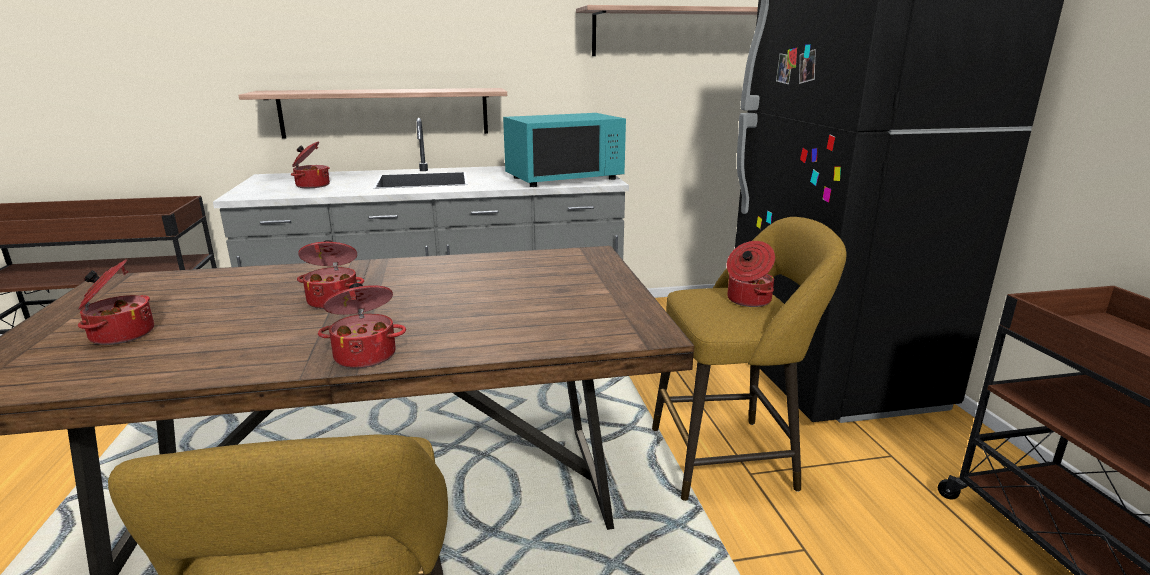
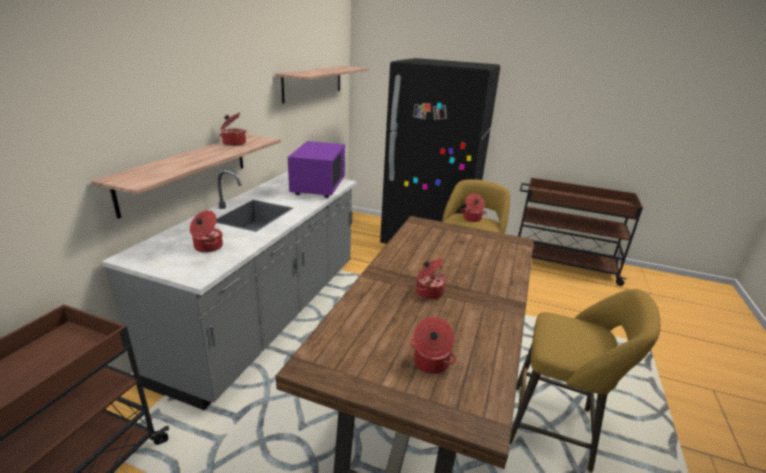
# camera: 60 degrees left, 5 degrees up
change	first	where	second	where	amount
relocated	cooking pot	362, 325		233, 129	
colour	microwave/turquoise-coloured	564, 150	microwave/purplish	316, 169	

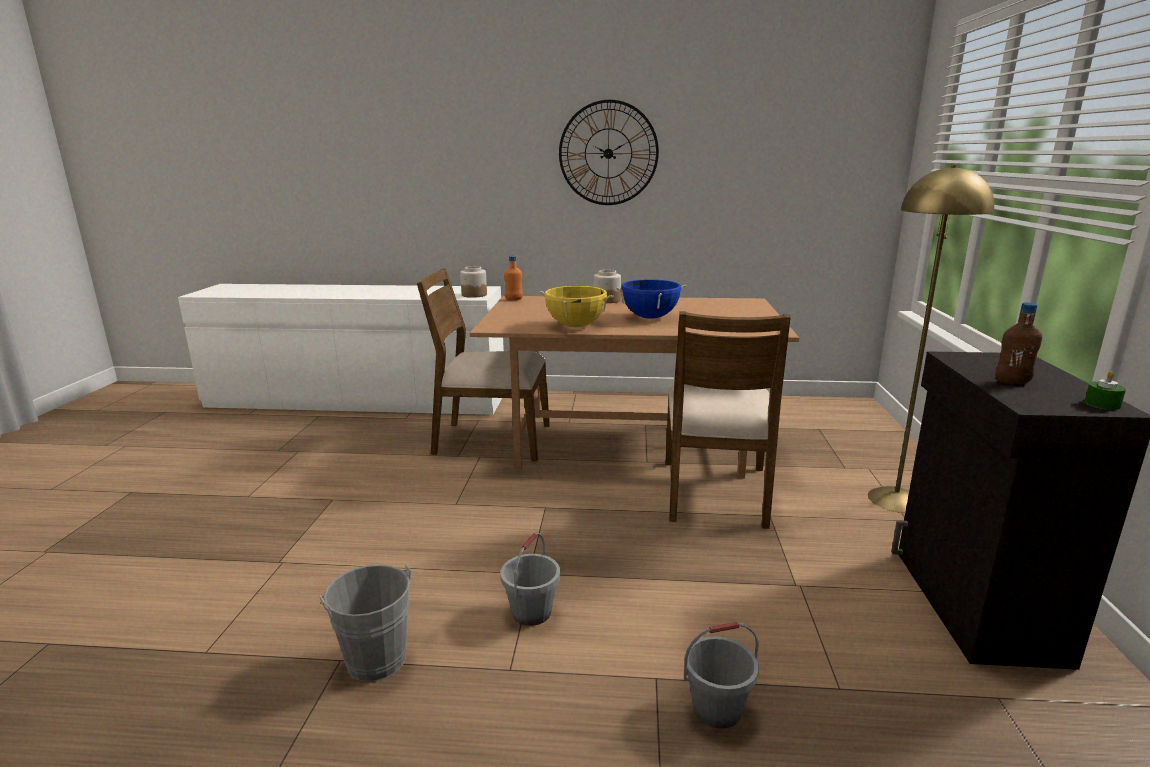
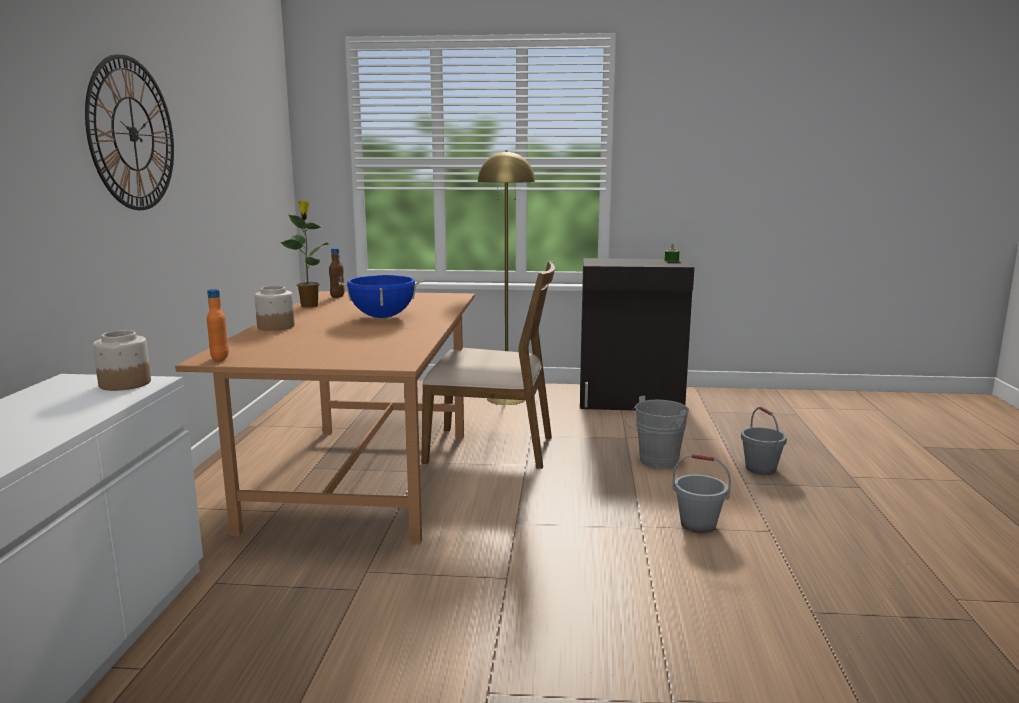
# camera: 90 degrees left, 5 degrees down
change	first	where	second	where	amount
missing	chair/brown-coloured	483, 364			
missing	cooking pot/yellow	576, 306			
appeared			houseplant	304, 254	
relocated	bucket/greyish	365, 623		657, 432	
relocated	beverage bottle/brown-coloured	1018, 343		337, 273	

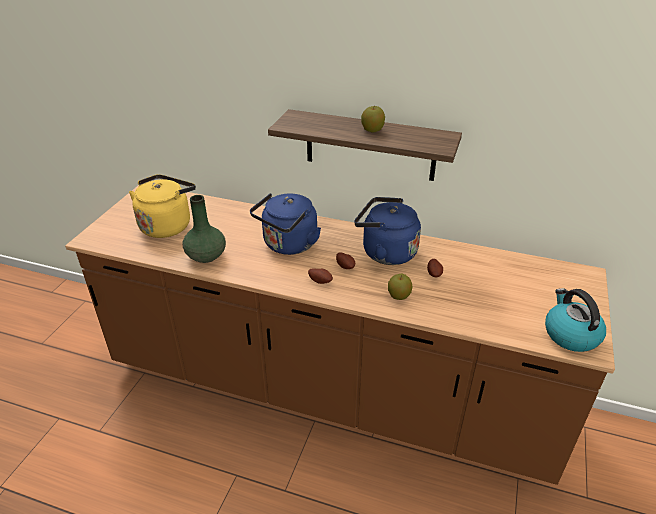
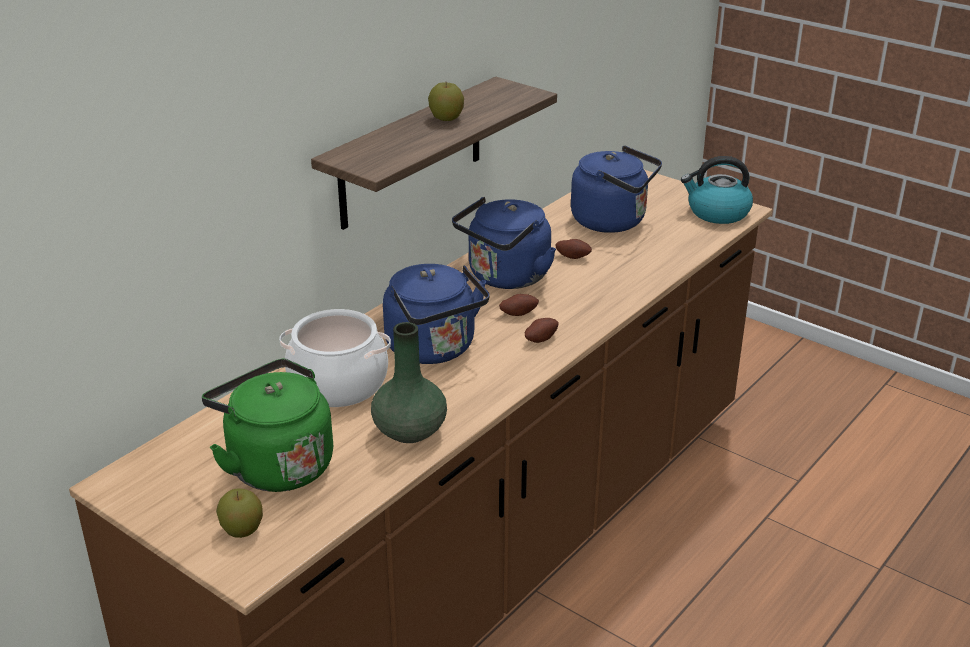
# camera: 70 degrees left, 5 degrees down
change	first	where	second	where	amount
appeared			cooking pot	335, 358	
appeared			kettle/bluish	616, 189	
relocated	whole apple	400, 287		239, 513	
colour	kettle/yellow	162, 206	kettle/greenish	267, 425	

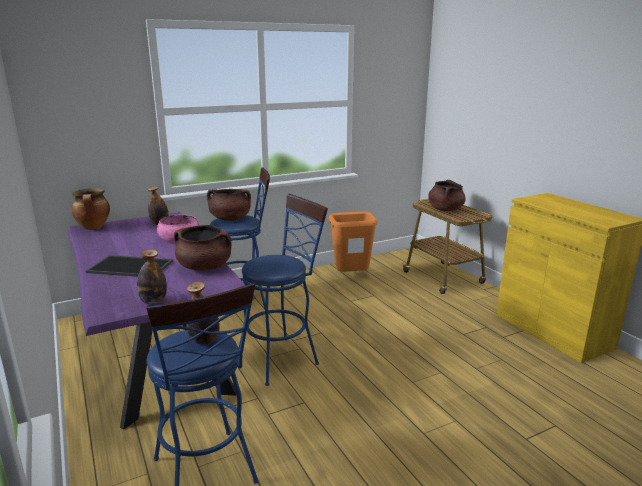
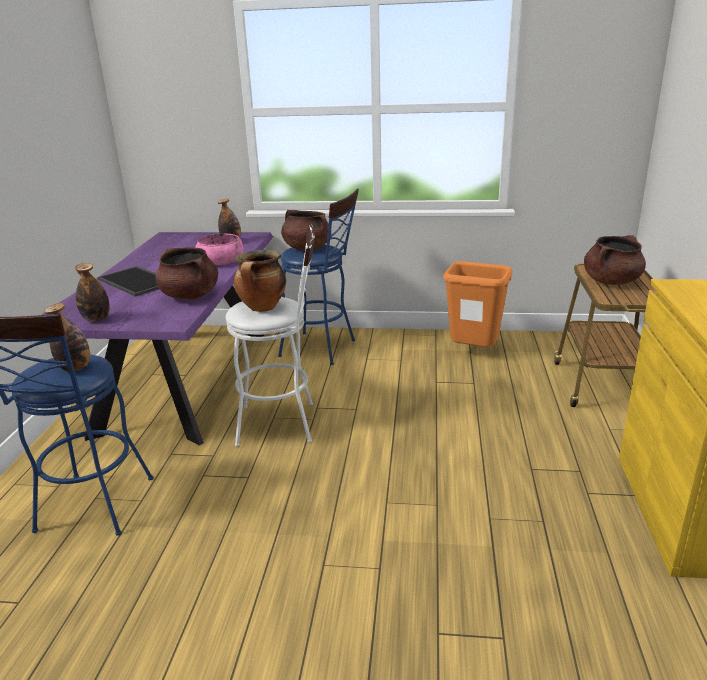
# camera: 35 degrees right, 5 degrees up
change	first	where	second	where	amount
relocated	cooking pot	90, 209		260, 281	
colour	stool seat/bluish	283, 290	stool seat/white-coloured	270, 335	

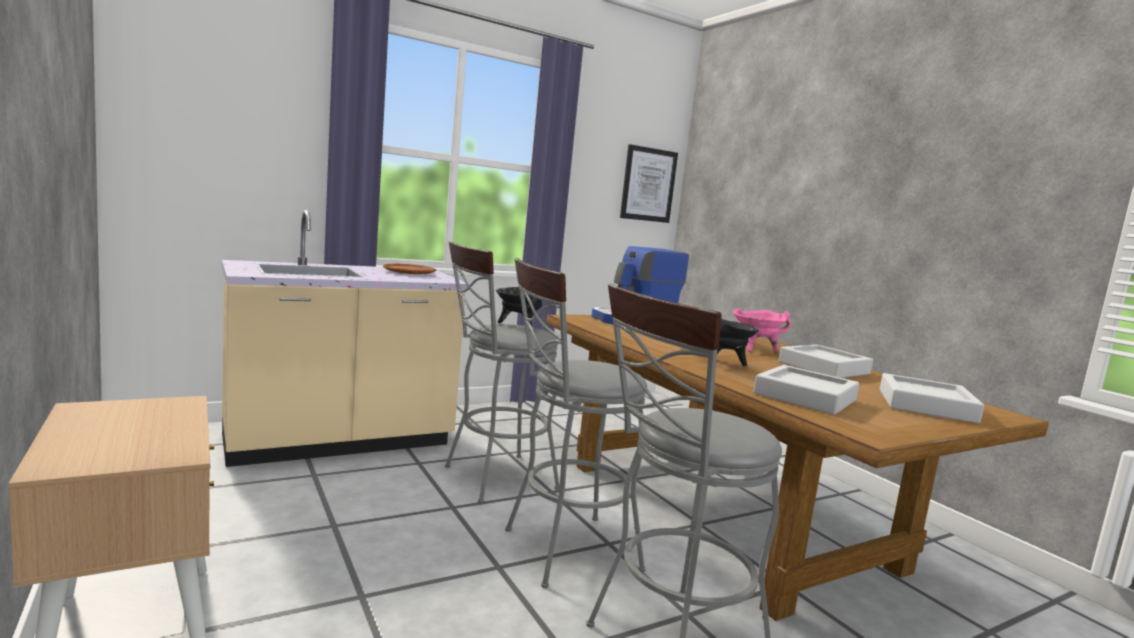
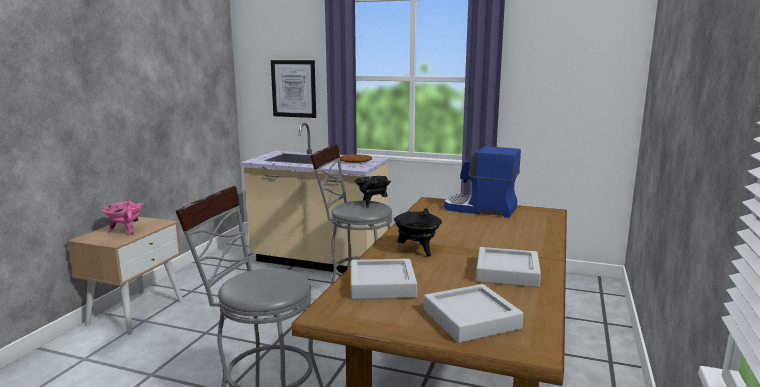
# camera: 50 degrees right, 5 degrees up
change	first	where	second	where	amount
missing	stool seat/greyish	576, 423			
relocated	picture	649, 183		293, 89	
relocated	cooking pot/pinkish	762, 330		123, 218	

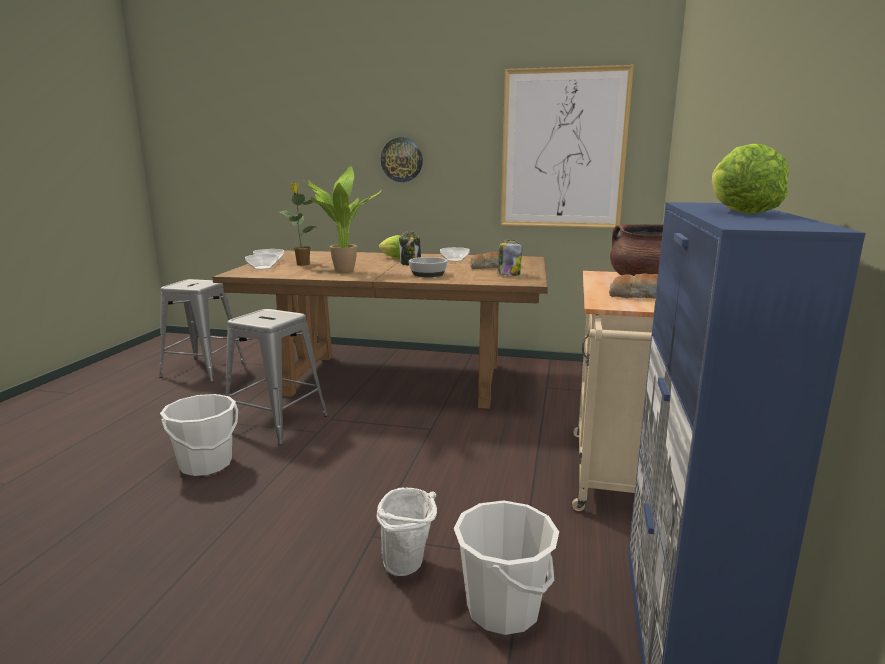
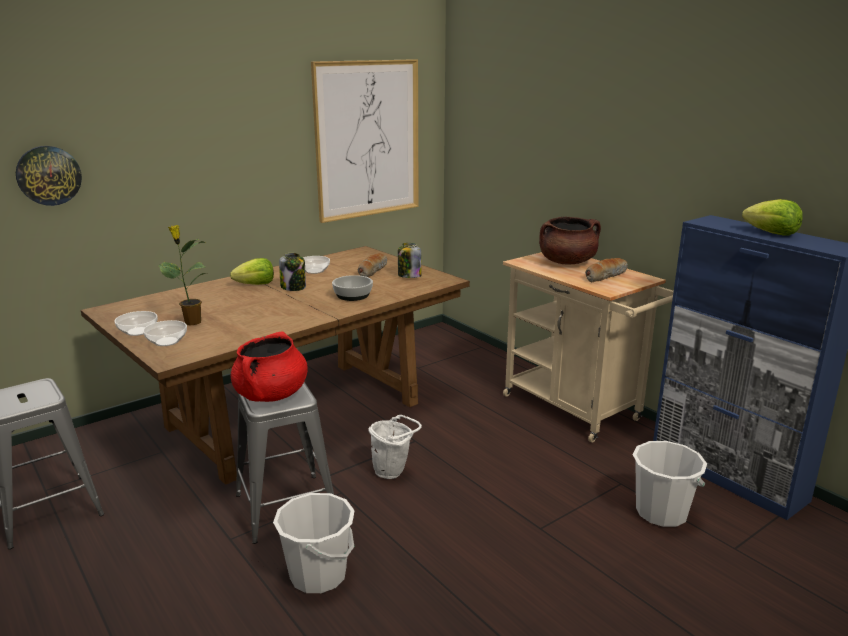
# camera: 50 degrees left, 5 degrees up
change	first	where	second	where	amount
missing	houseplant	343, 219			
appeared			cooking pot/reddish	269, 366	
relocated	bucket/white-coloured	407, 532		395, 447	
relocated	wall clock	402, 160		49, 176	

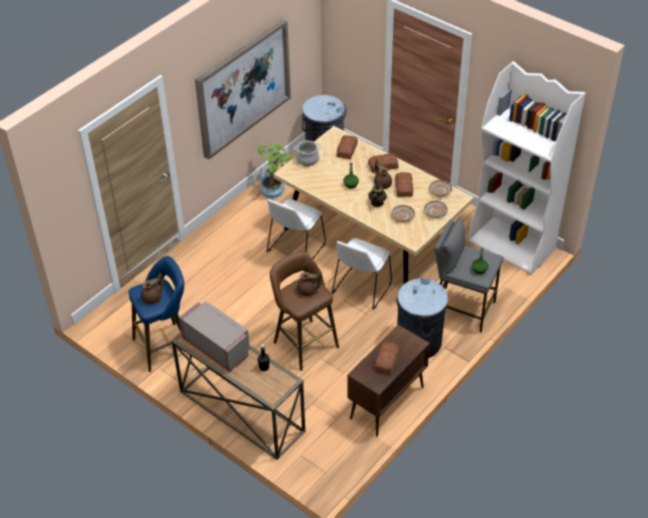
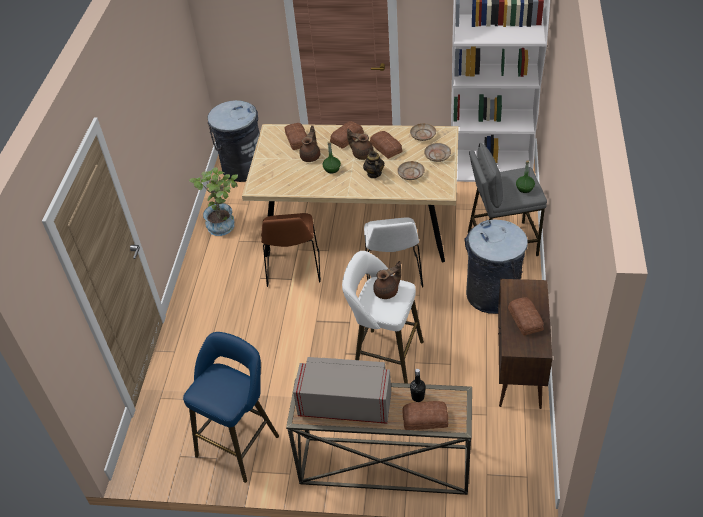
# camera: 30 degrees left, 0 degrees up
change	first	where	second	where	amount
missing	picture	243, 89			
missing	cooking pot	307, 153			
appeared			bread	425, 415	
relocated	pot for tea/brown-coloured	152, 288		309, 143	
colour	chair/white-coloured	296, 229	chair/brown-coloured	291, 250	
colour	stool seat/brown-coloured	304, 311	stool seat/white-coloured	383, 317	

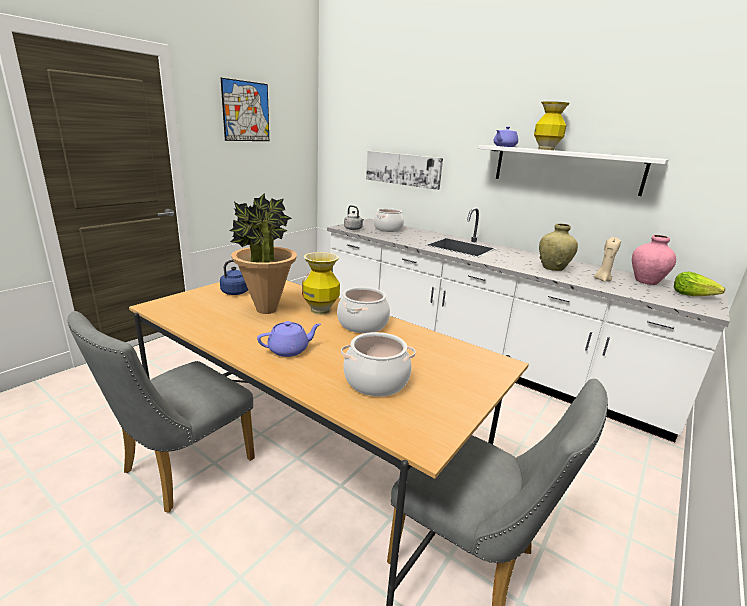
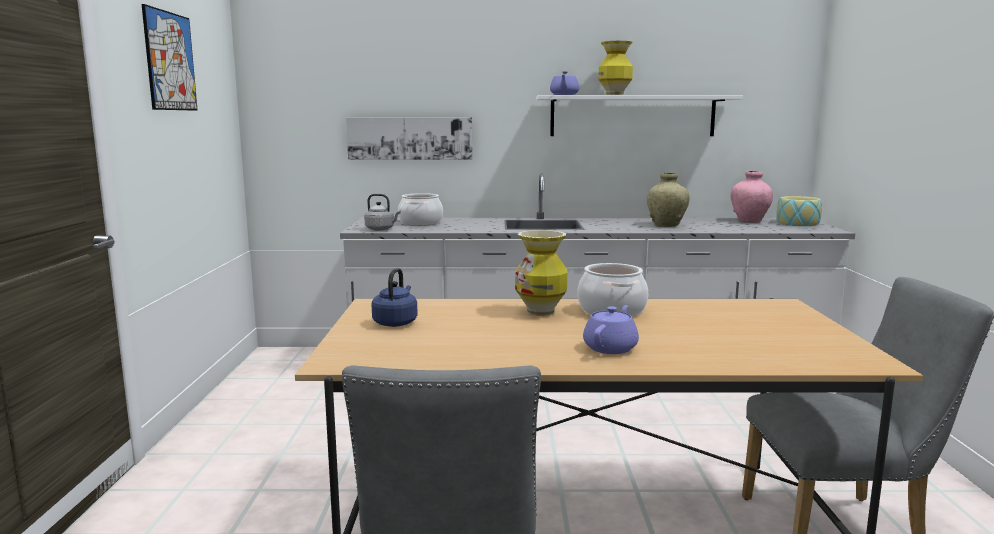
# camera: 35 degrees left, 10 degrees down
change	first	where	second	where	amount
missing	houseplant	263, 253			
missing	cooking pot	378, 364			
missing	wax light/sand-coloured	607, 259			
exchanged	lettuce	699, 283	deep dish	799, 211	

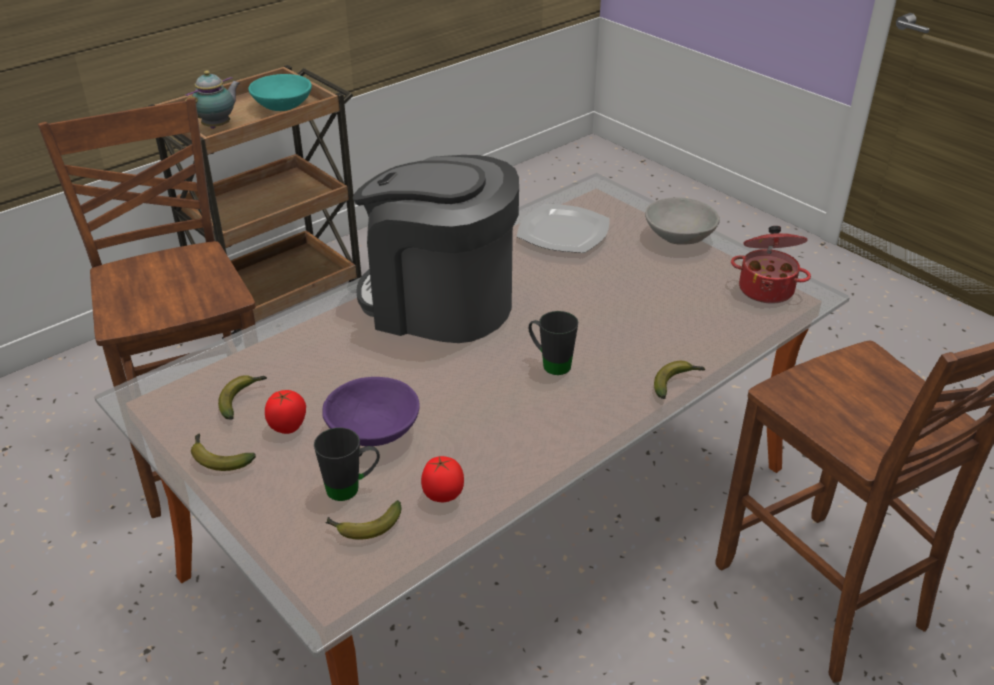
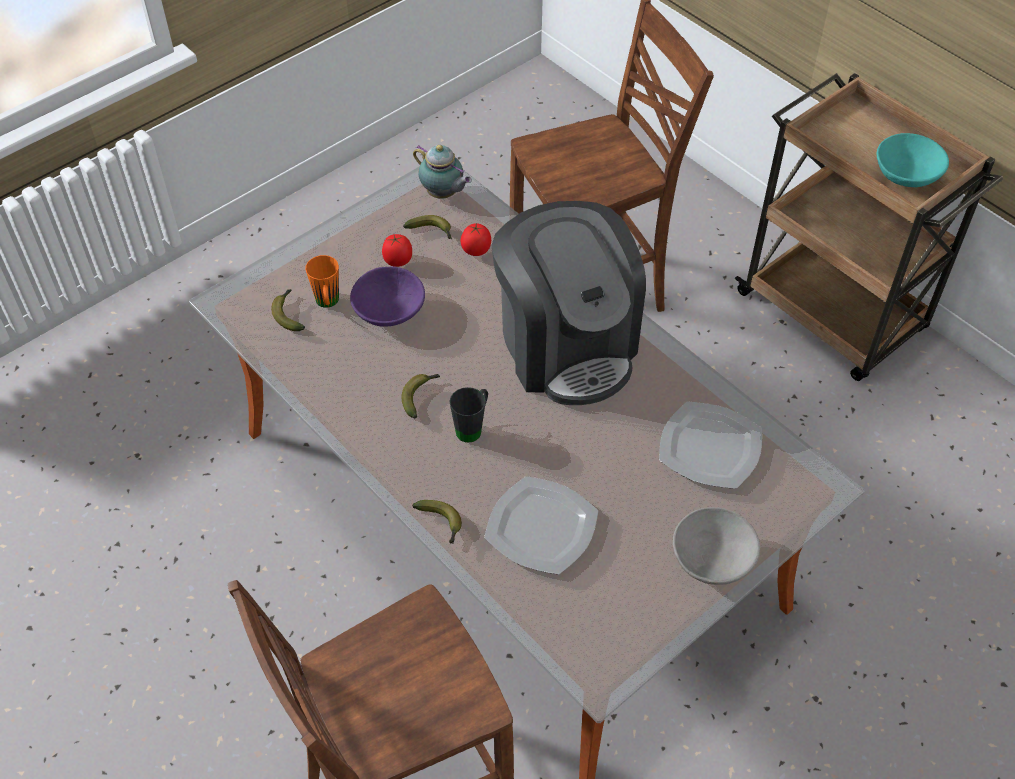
# camera: 90 degrees right, 15 degrees up
change	first	where	second	where	amount
missing	cooking pot	771, 264			
appeared			flat dish	541, 525	
relocated	pot for tea	212, 99		442, 172	
relocated	whole banana	223, 452		421, 396	
relocated	tomato	442, 479		475, 239	
colour	tea mug/blackish	347, 464	tea mug/orange-coloured	322, 281	
spun	coffee brewer	436, 249		568, 303	135 degrees clockwise

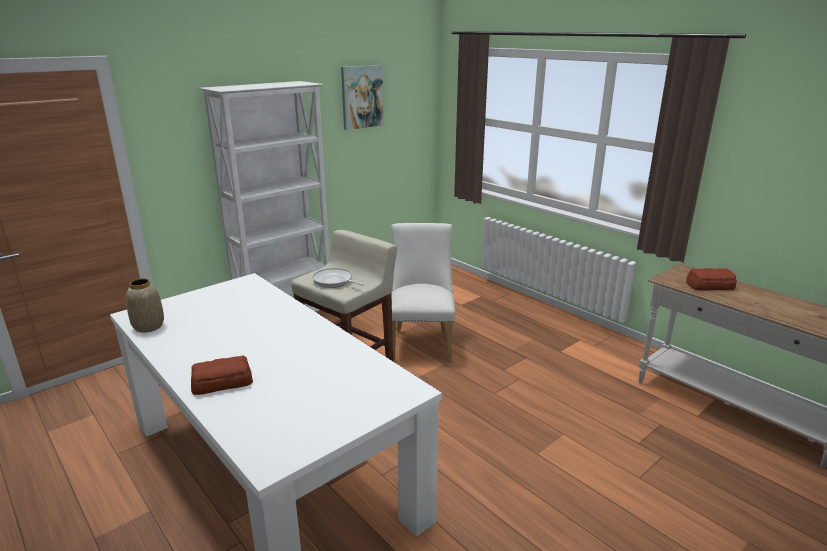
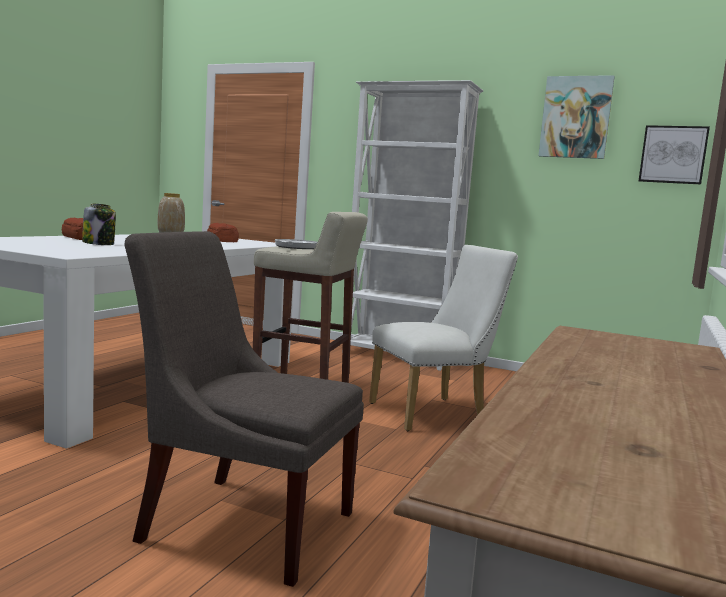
# camera: 65 degrees right, 15 degrees down
change	first	where	second	where	amount
appeared			preserve jar	99, 224	
appeared			chair/greyish	244, 409	
appeared			picture	674, 155	
relocated	bread	711, 279		223, 232	

